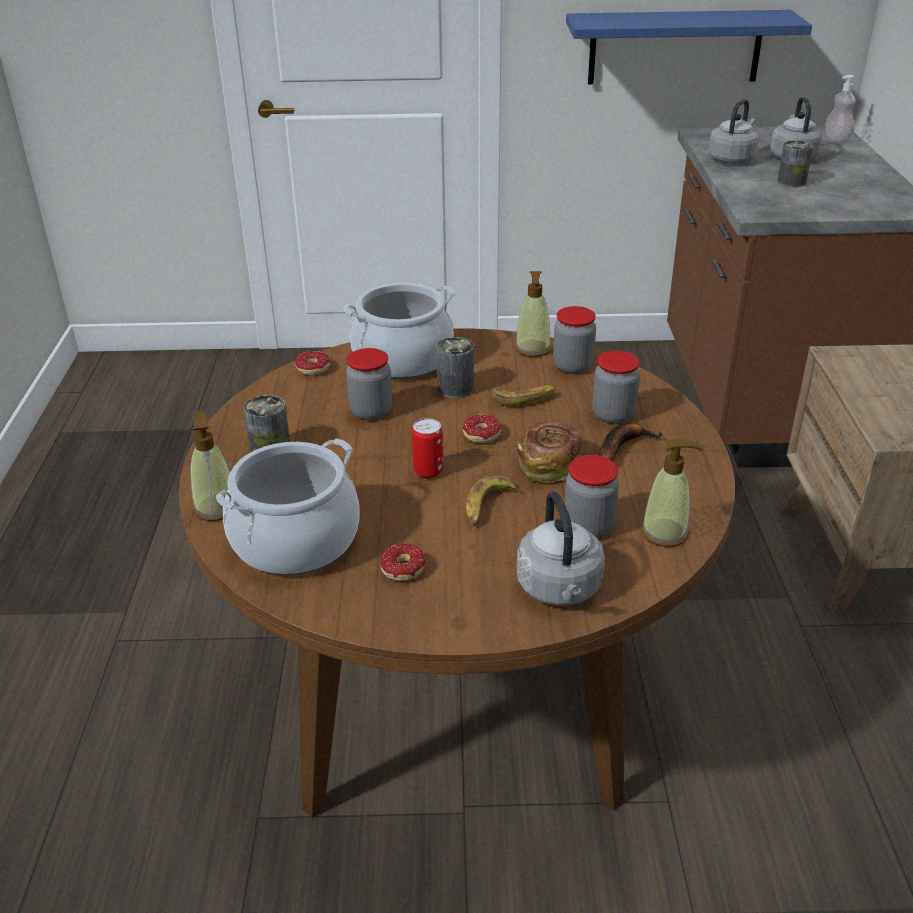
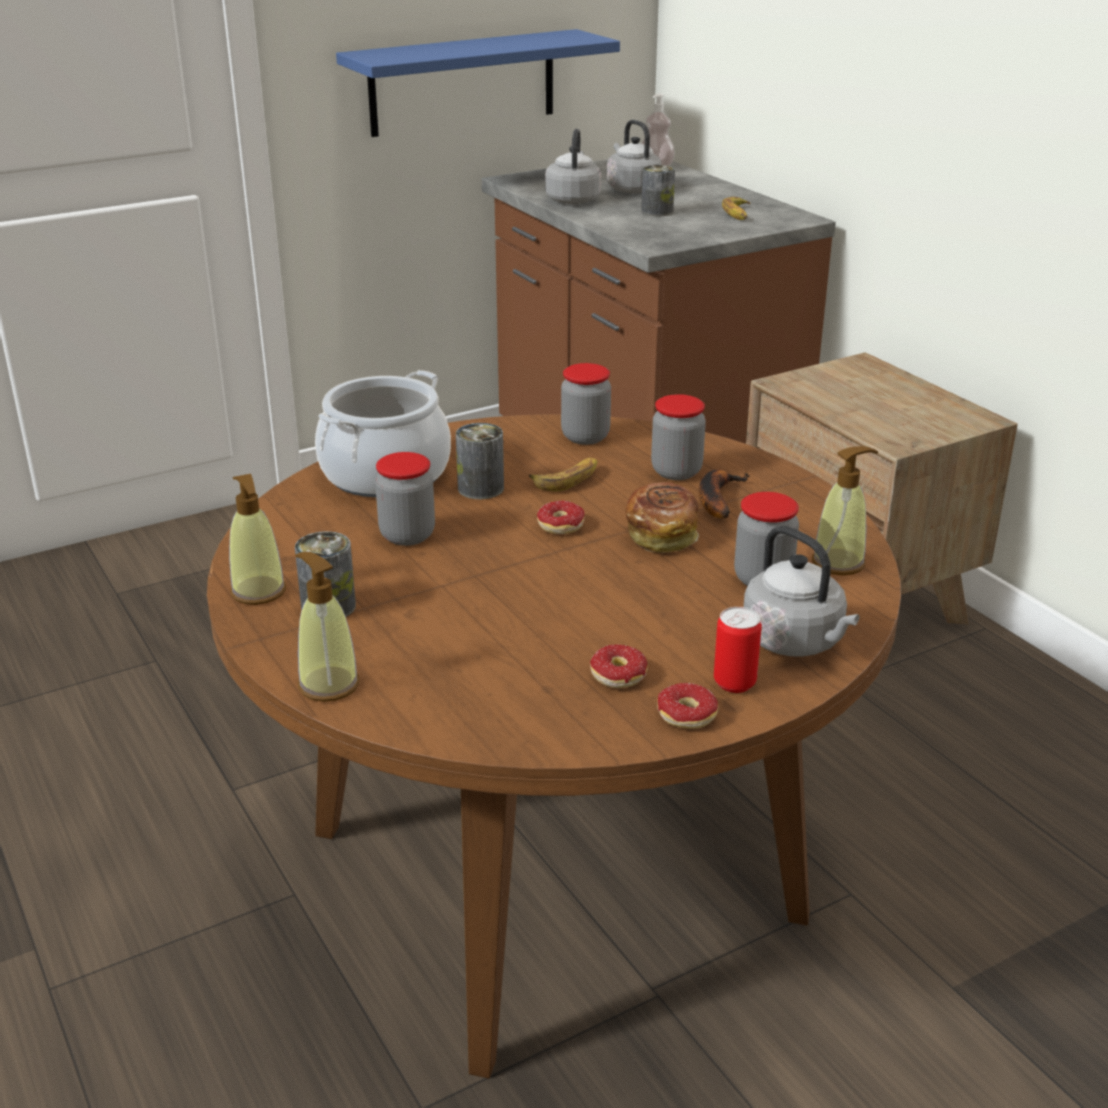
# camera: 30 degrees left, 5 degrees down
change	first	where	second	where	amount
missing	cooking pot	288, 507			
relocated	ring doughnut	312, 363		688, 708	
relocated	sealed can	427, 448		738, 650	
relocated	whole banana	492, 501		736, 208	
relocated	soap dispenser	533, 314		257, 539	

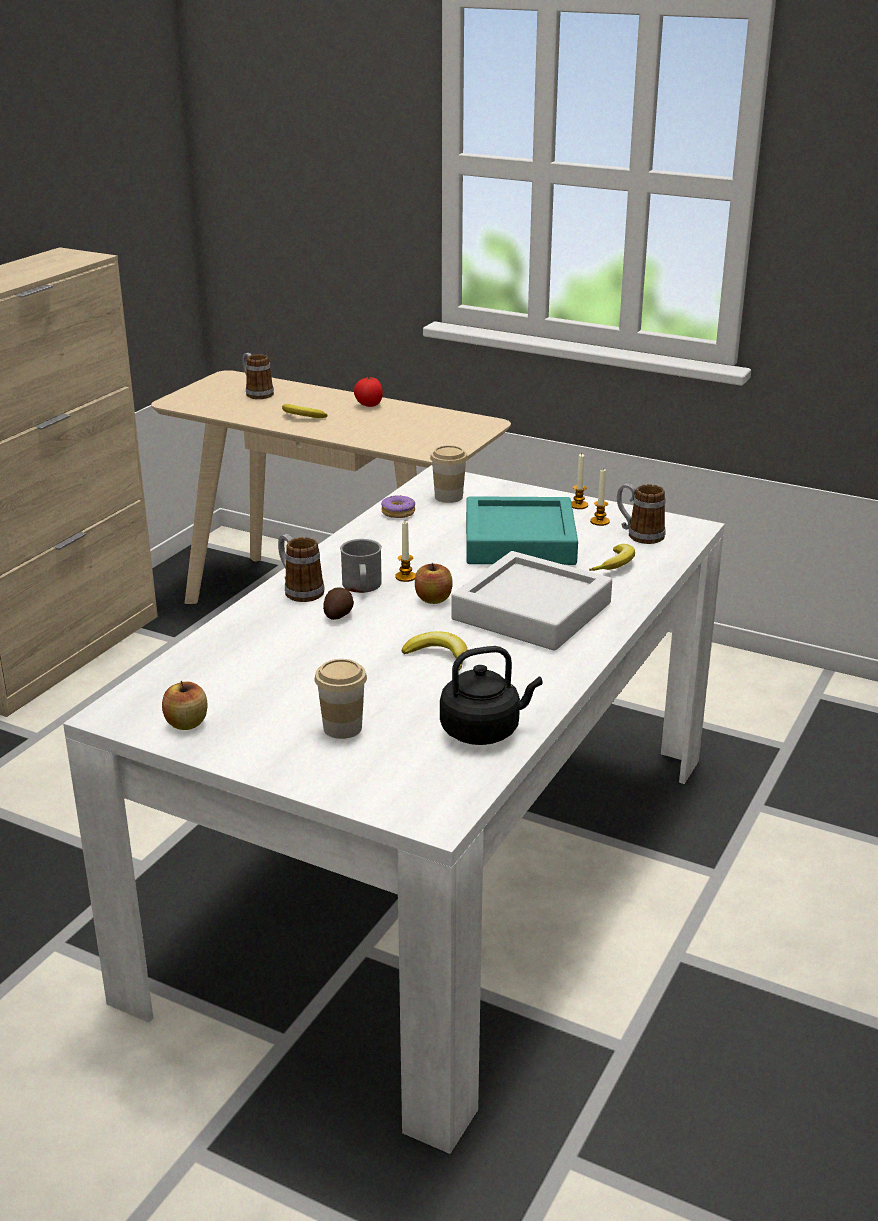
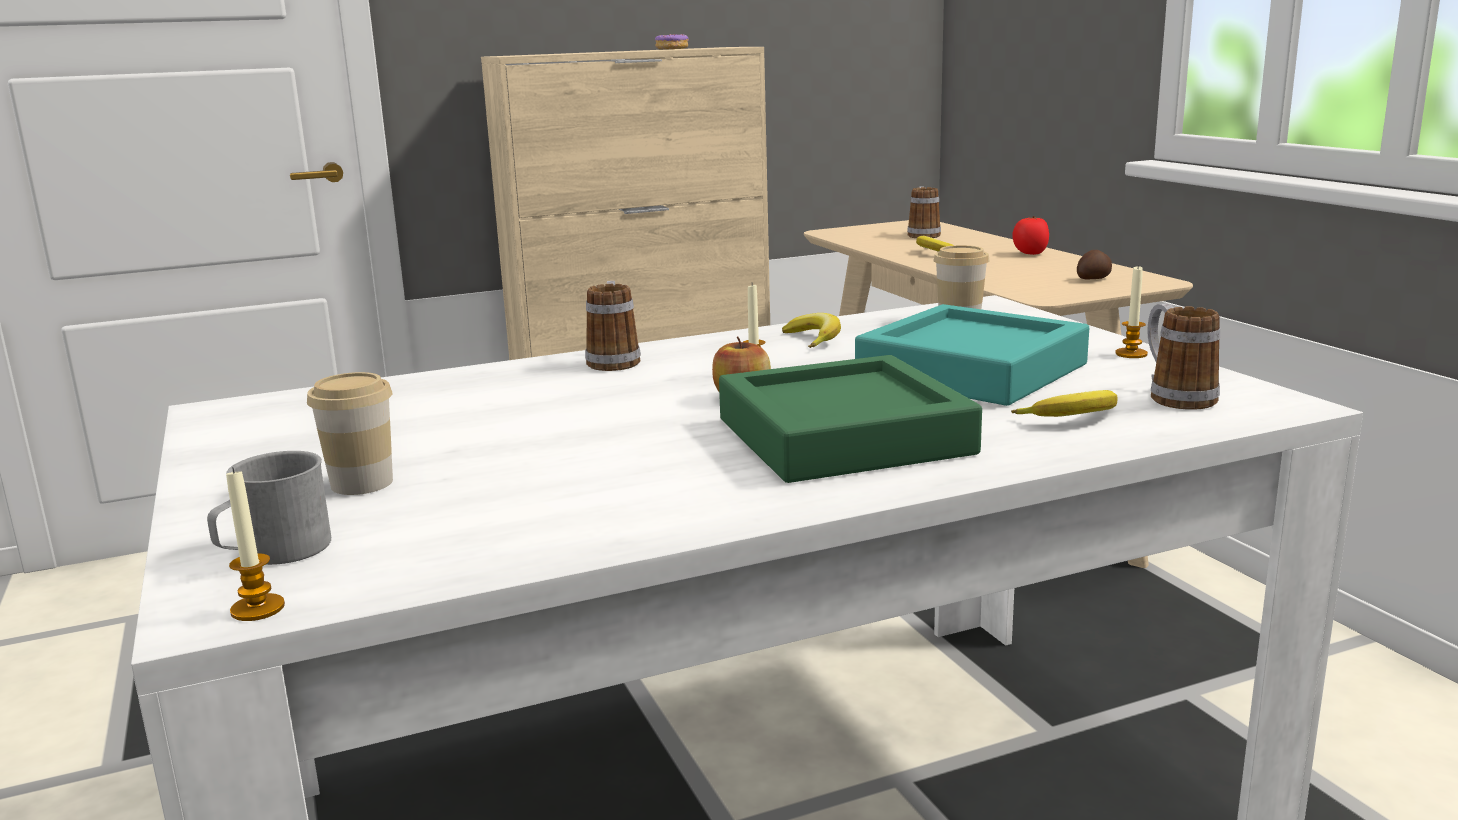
# camera: 40 degrees right, 10 degrees down
change	first	where	second	where	amount
missing	whole apple	184, 705			
missing	kettle/blackish	491, 695			
relocated	spud	338, 603		1094, 265	
relocated	tea mug/greyish	361, 566		269, 508	
relocated	ring doughnut	398, 506		672, 41	
relocated	whole banana	435, 651		811, 330	
relocated	wax light	600, 498		255, 544	
colour	tray/greyish	531, 601	tray/greenish	850, 419	

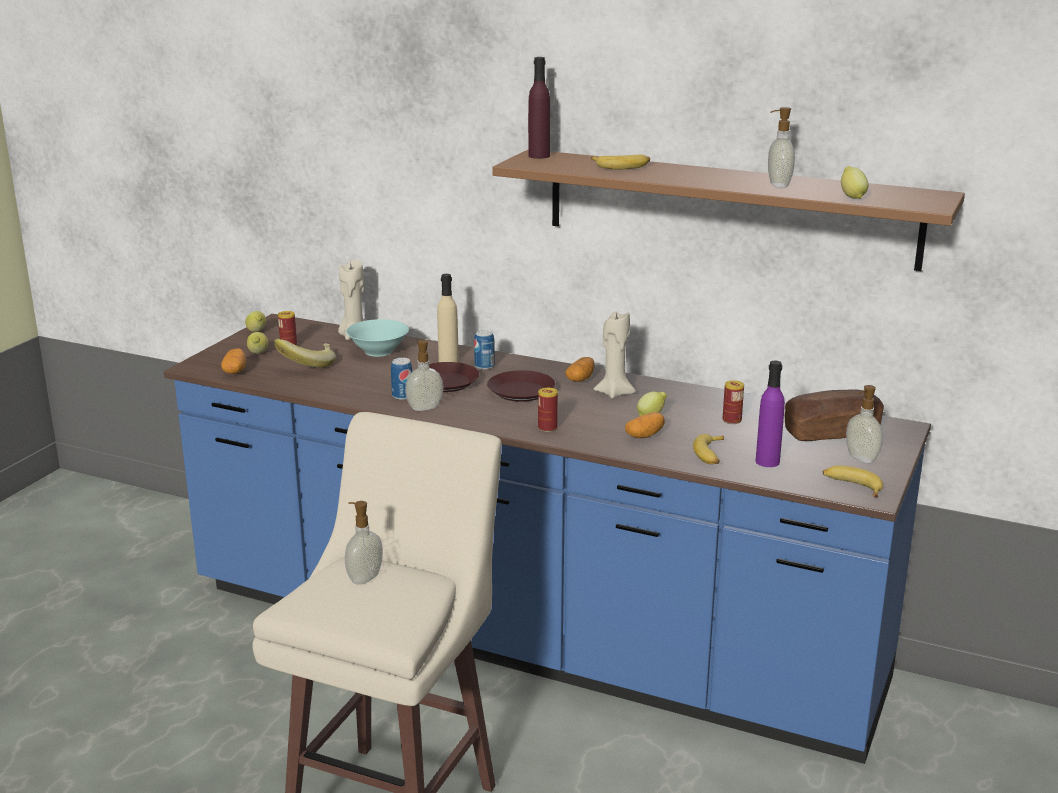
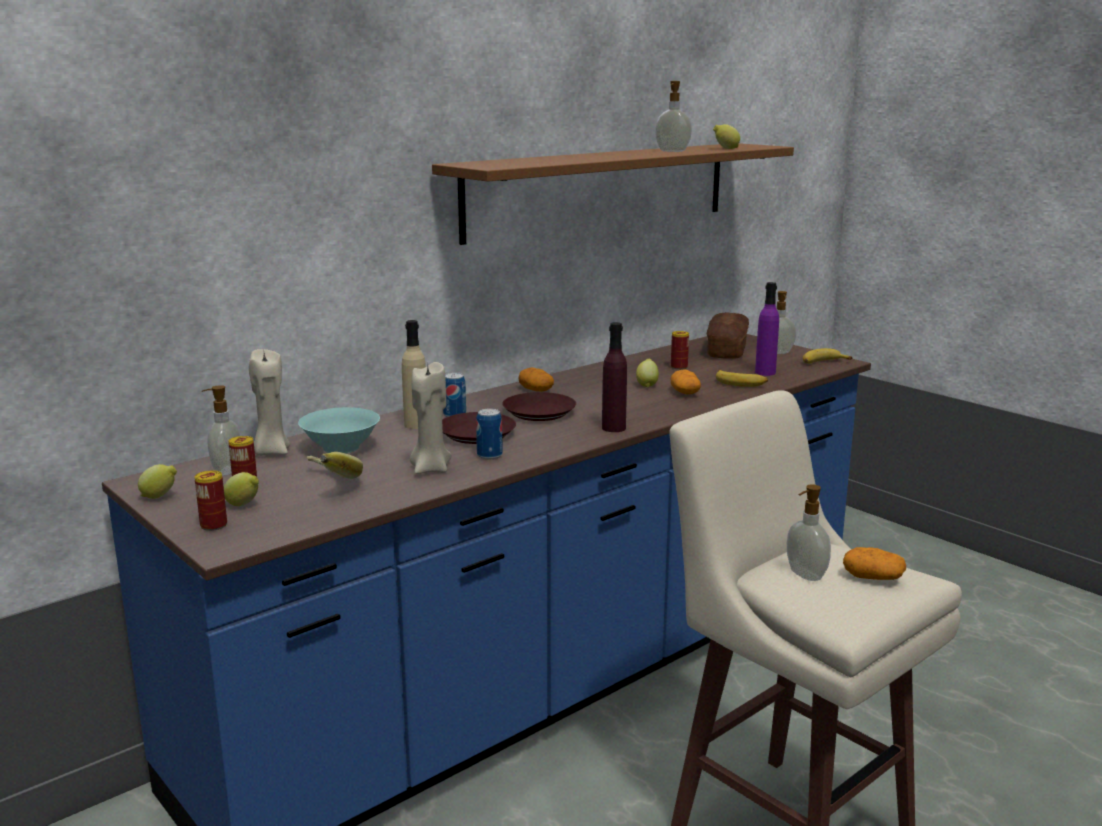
# camera: 65 degrees left, 5 degrees down
change	first	where	second	where	amount
missing	whole banana	620, 161			
relocated	spud	233, 361		874, 563	
relocated	soap dispenser	424, 375		221, 430	
relocated	beverage bottle/purplish	539, 108		614, 377	
relocated	sealed can	548, 410		210, 500	
relocated	wax light/sand-coloured	615, 355		431, 418	

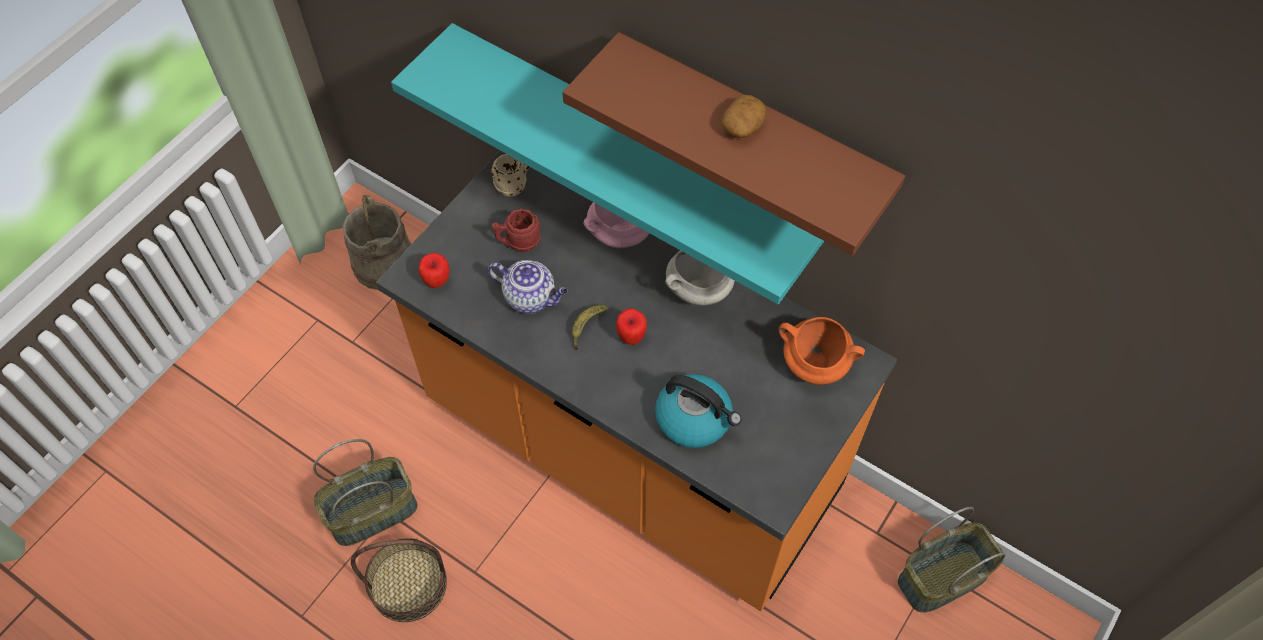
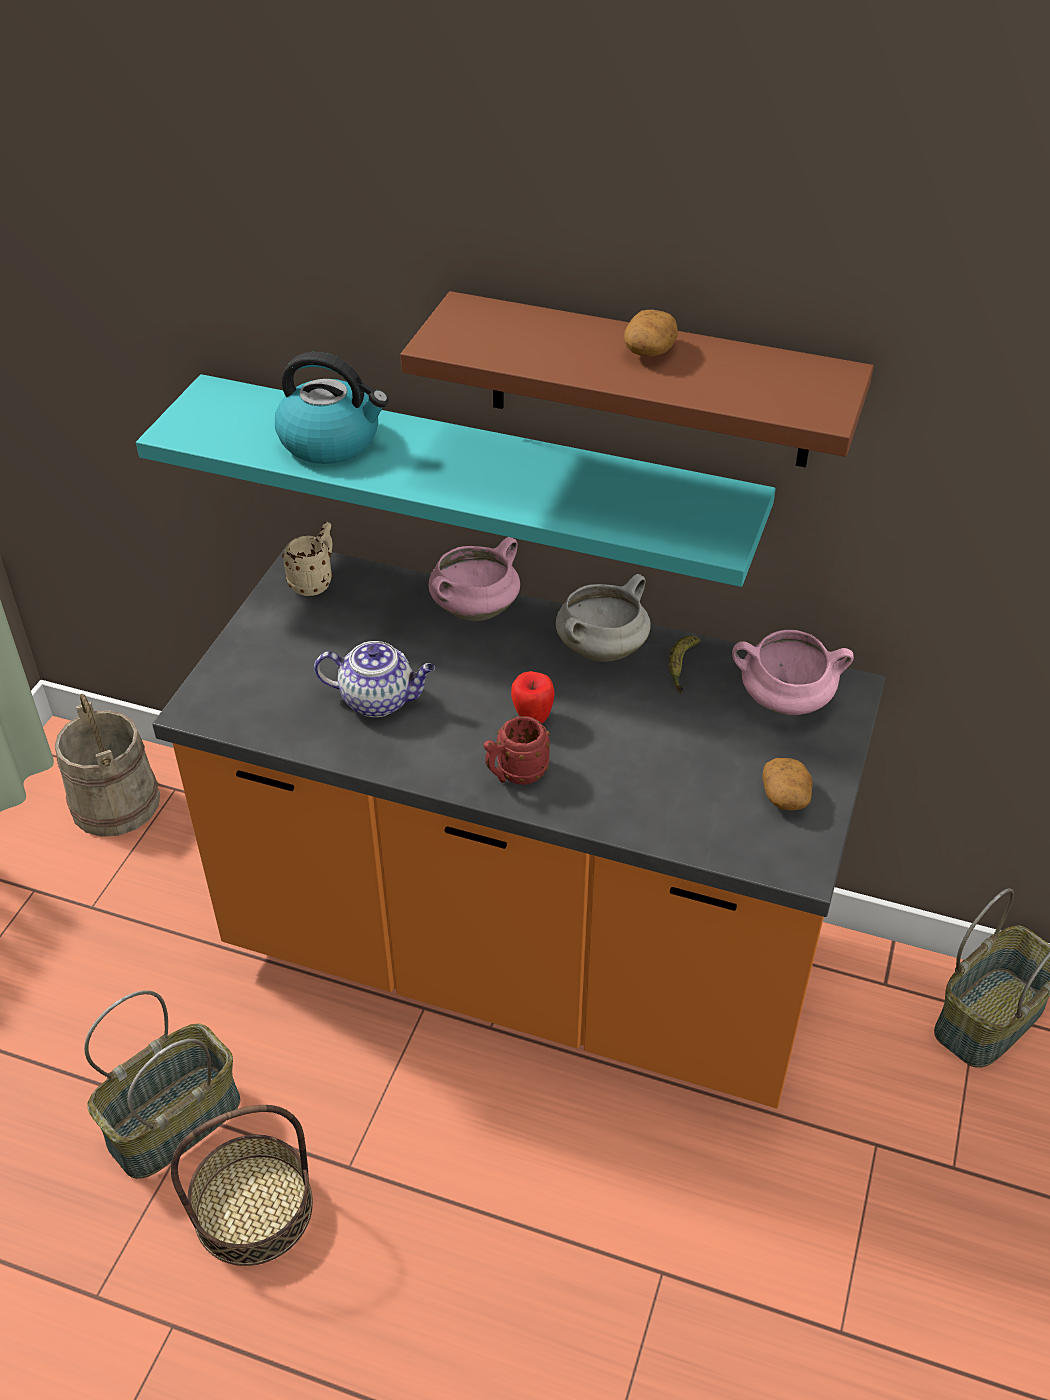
# camera: 15 degrees left, 15 degrees down
change	first	where	second	where	amount
missing	whole apple	434, 270			
appeared			spud	787, 784	
relocated	tea mug/reddish	516, 230		517, 750	
relocated	whole banana	590, 327		685, 664	
relocated	kettle	698, 411		332, 408	
colour	cooking pot/orange-coloured	821, 351	cooking pot/pinkish	793, 672	

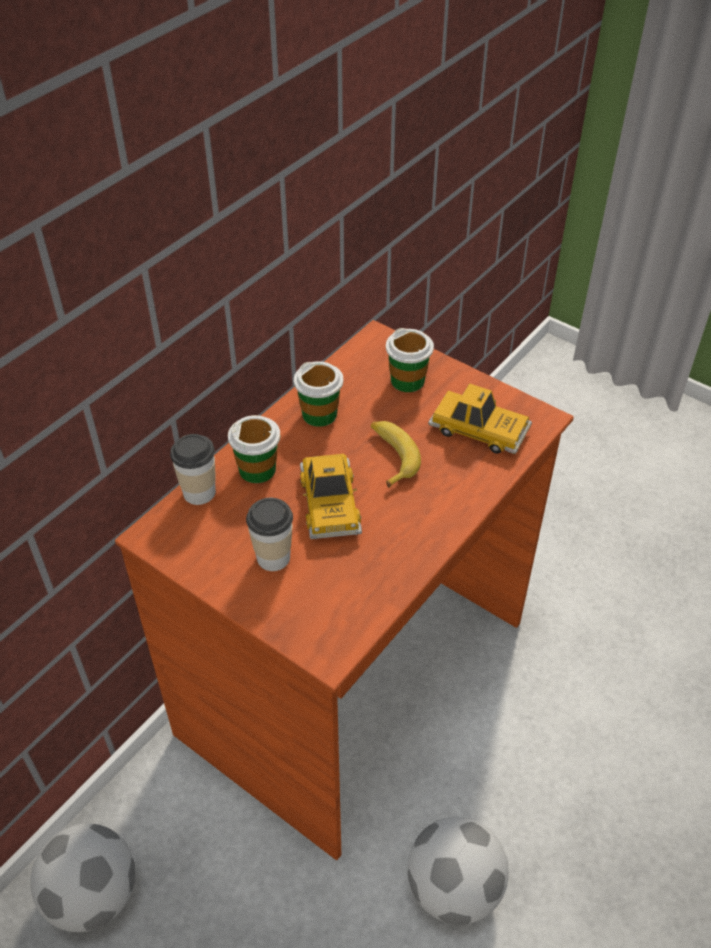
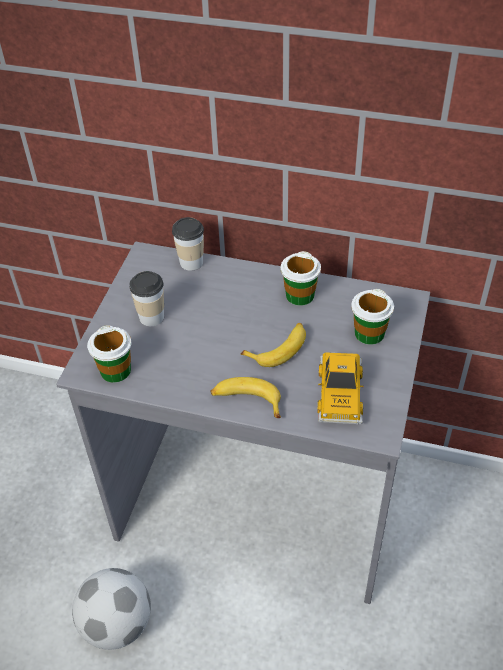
# camera: 70 degrees right, 0 degrees up
change	first	where	second	where	amount
missing	ball for football	83, 877			
missing	model car	331, 496			
appeared			whole banana	245, 397	
relocated	small cup	254, 449		109, 354	
colour	desk unit/brown-coloured	344, 590	desk unit/greyish	243, 423	

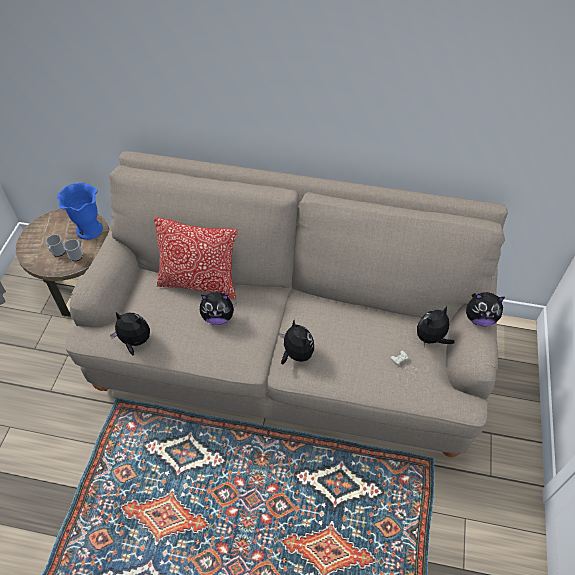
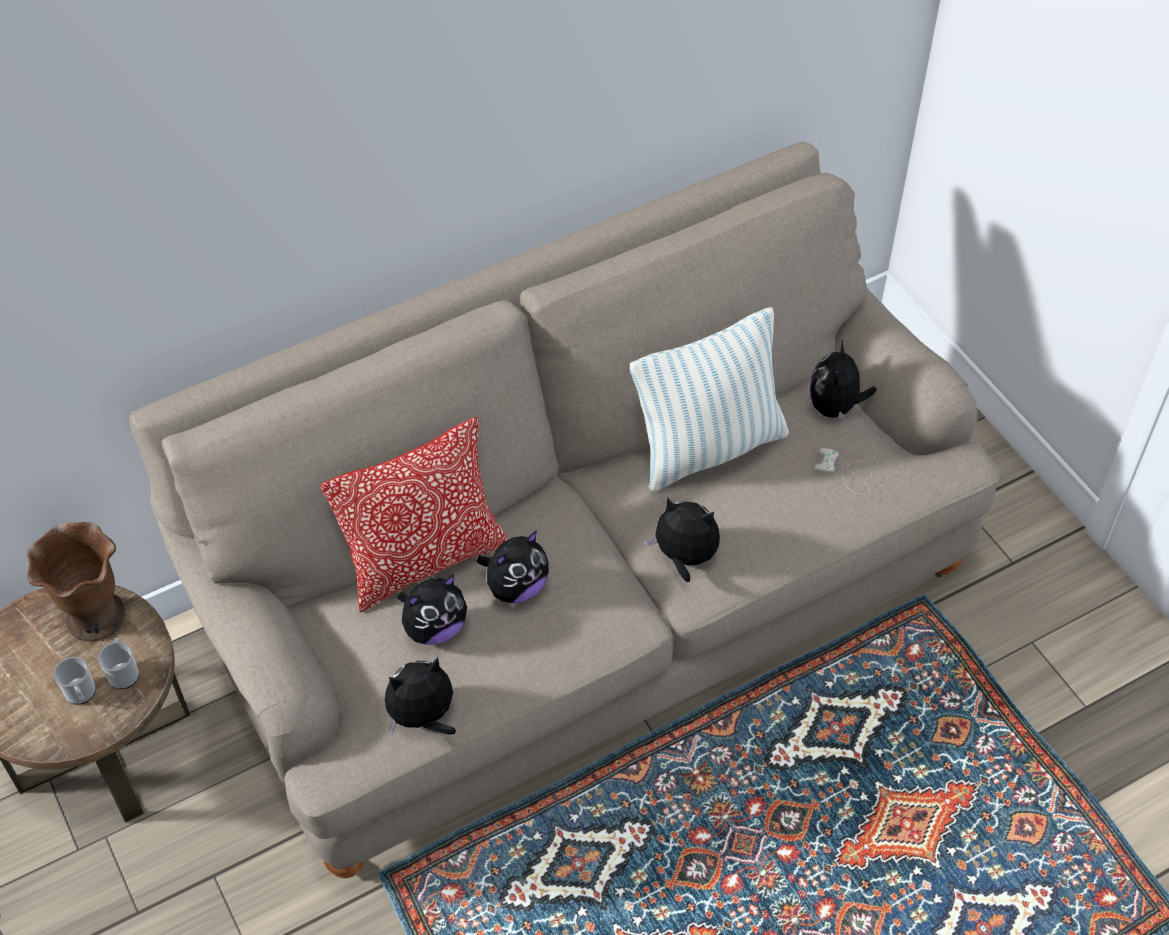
# camera: 40 degrees left, 0 degrees up
change	first	where	second	where	amount
appeared			pillow	709, 399	
relocated	soft toy	485, 309		432, 609	
colour	decorative vase/bluish	80, 211	decorative vase/brown-coloured	76, 582	

